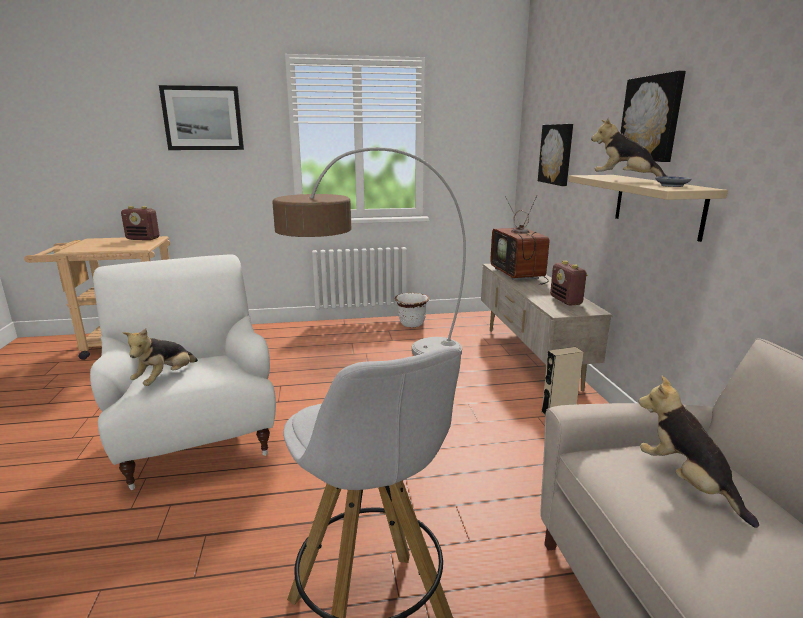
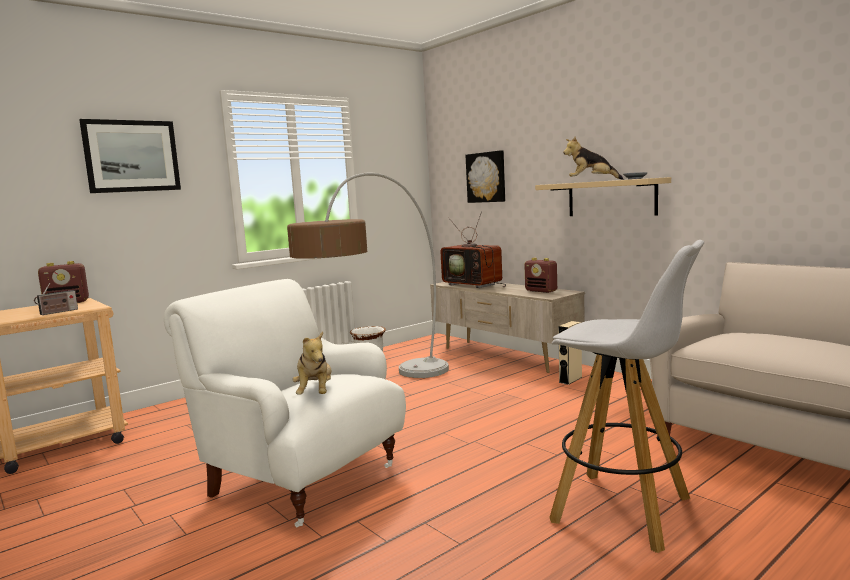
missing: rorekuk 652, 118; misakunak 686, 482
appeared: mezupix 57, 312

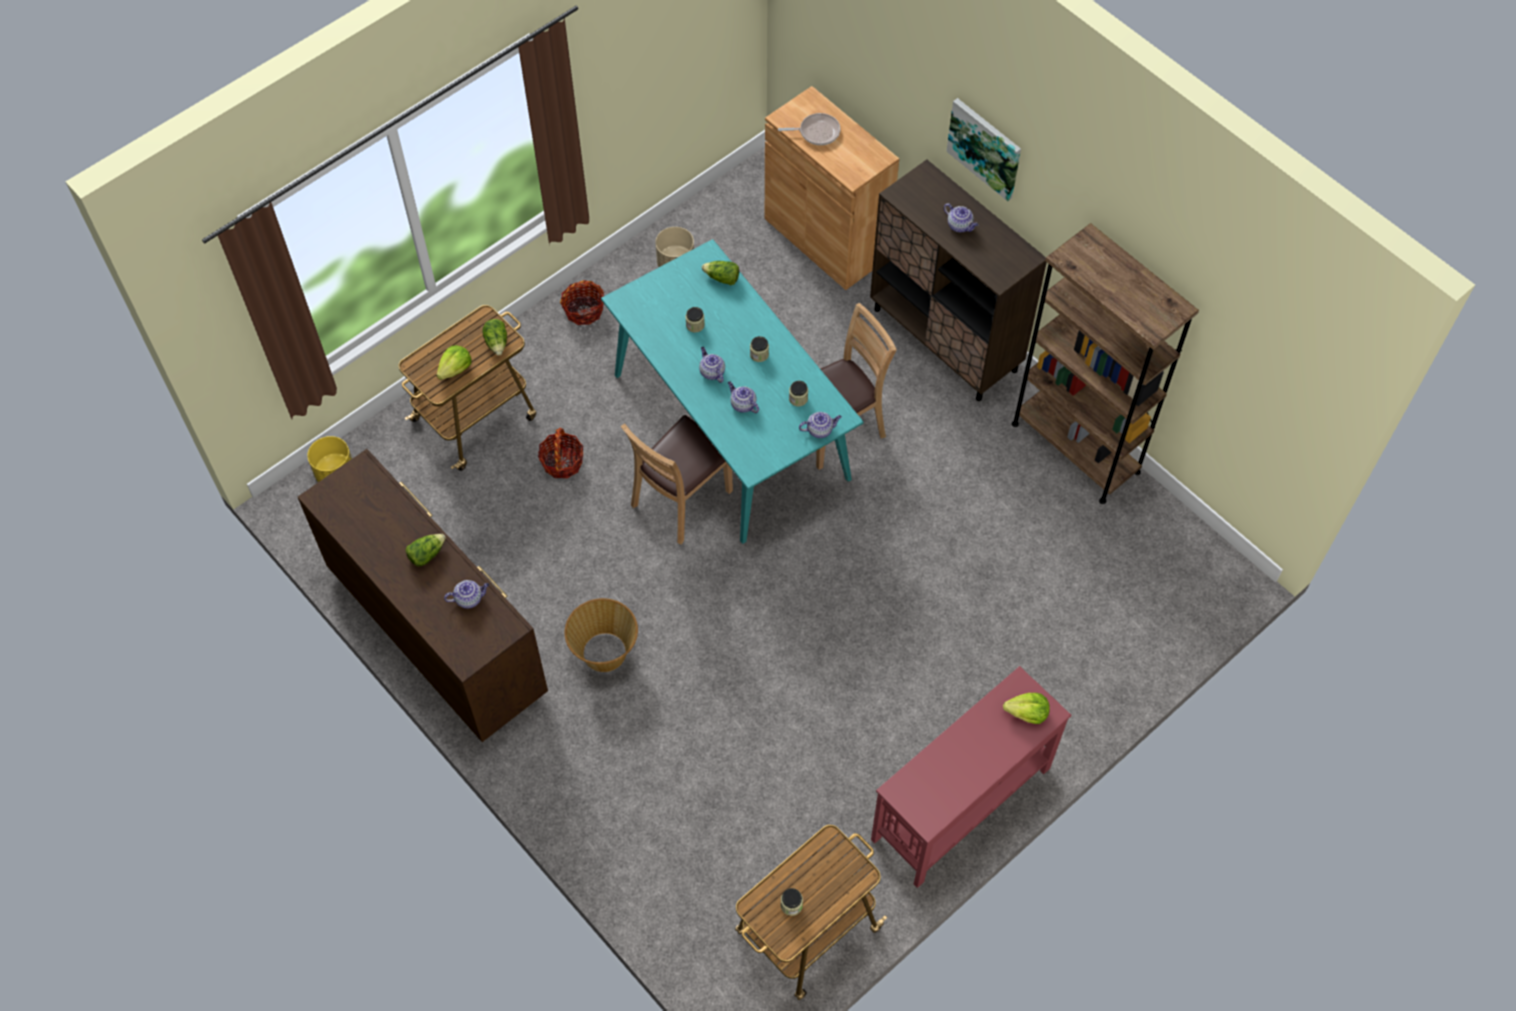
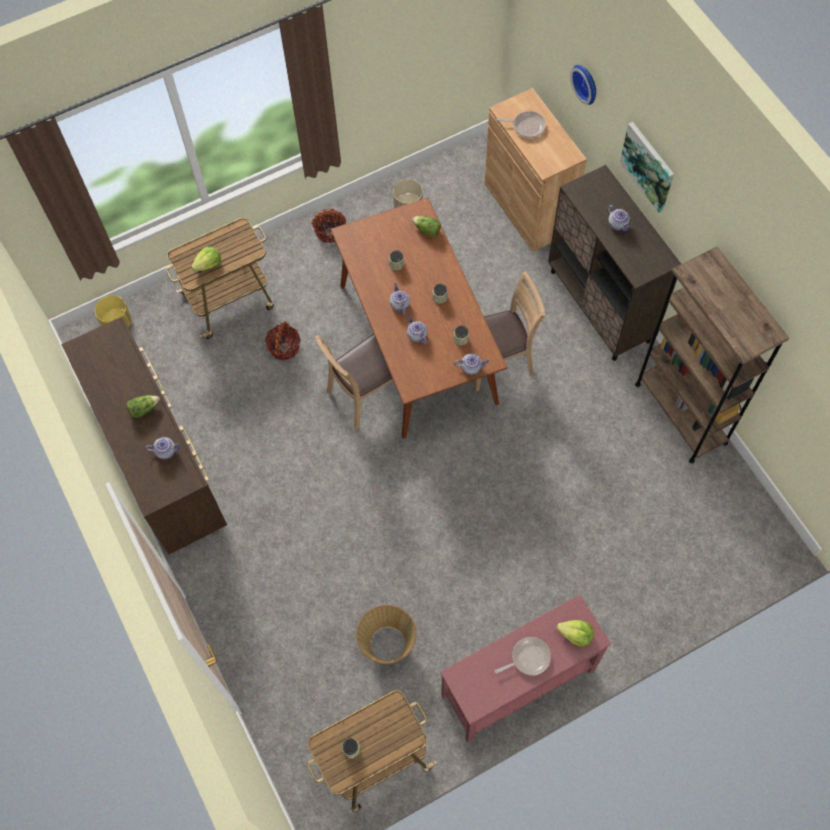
missing: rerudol 497, 343
appeared: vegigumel 528, 658; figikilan 586, 83
relocated: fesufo 604, 653 to 387, 644
colour: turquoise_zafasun 730, 426 to brown_zafasun 417, 343

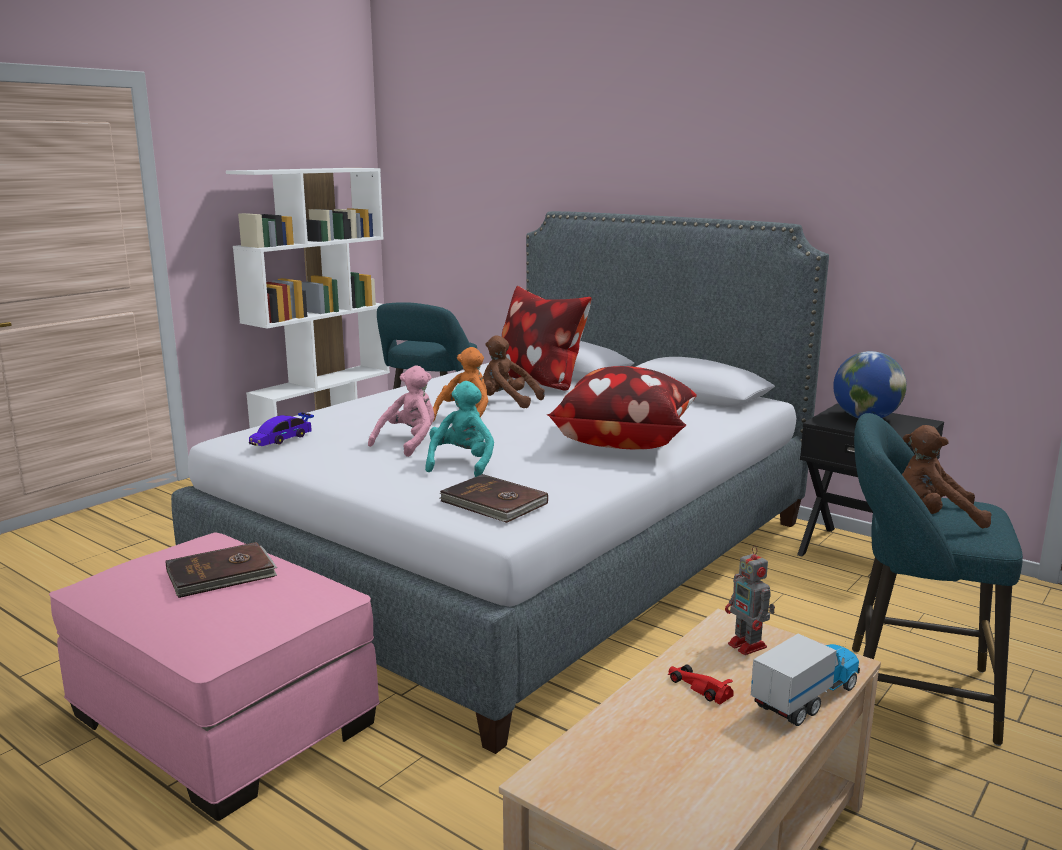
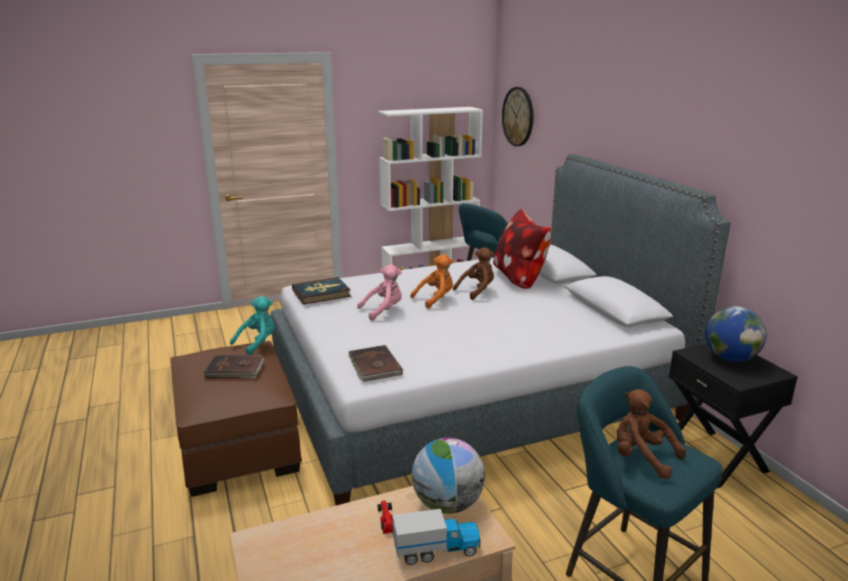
missing: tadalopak 622, 442
appeared: figikilan 518, 116
relocated: turquoise_misakunak 462, 464 to 258, 343
exchanged: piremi 282, 439 to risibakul 321, 293; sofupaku 748, 646 to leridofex 447, 504
colour: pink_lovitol 225, 720 to brown_lovitol 237, 444
spun: brown_misakunak 507, 402 = 477, 291 90 degrees clockwise

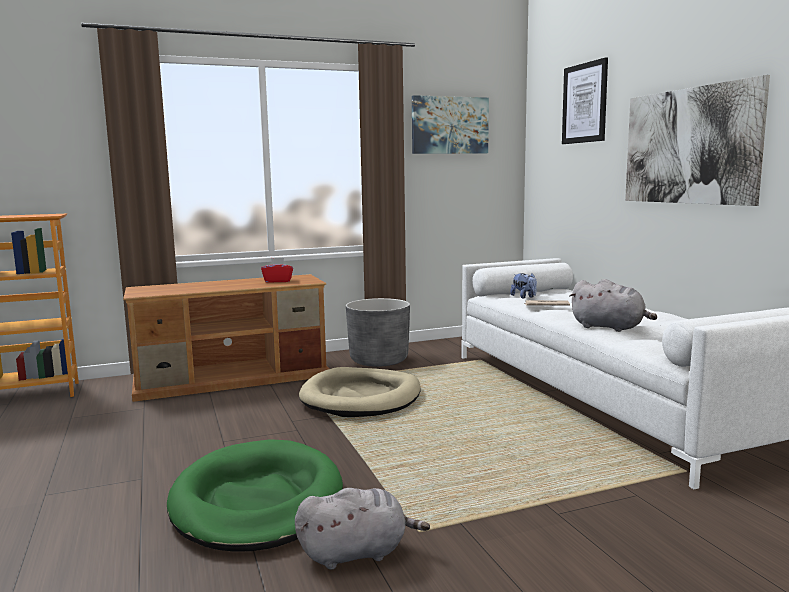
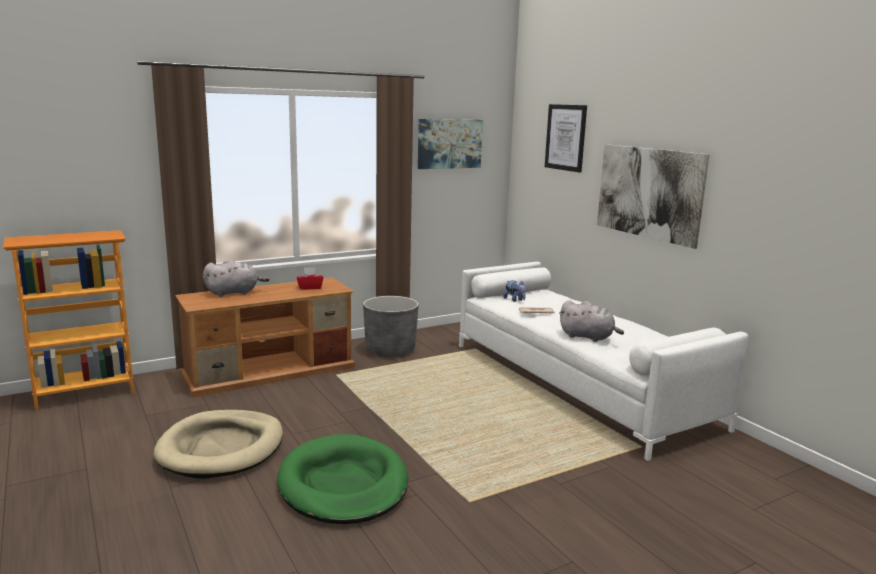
relocated: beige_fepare 361, 397 to 222, 448; grey_misakunak 357, 553 to 234, 293

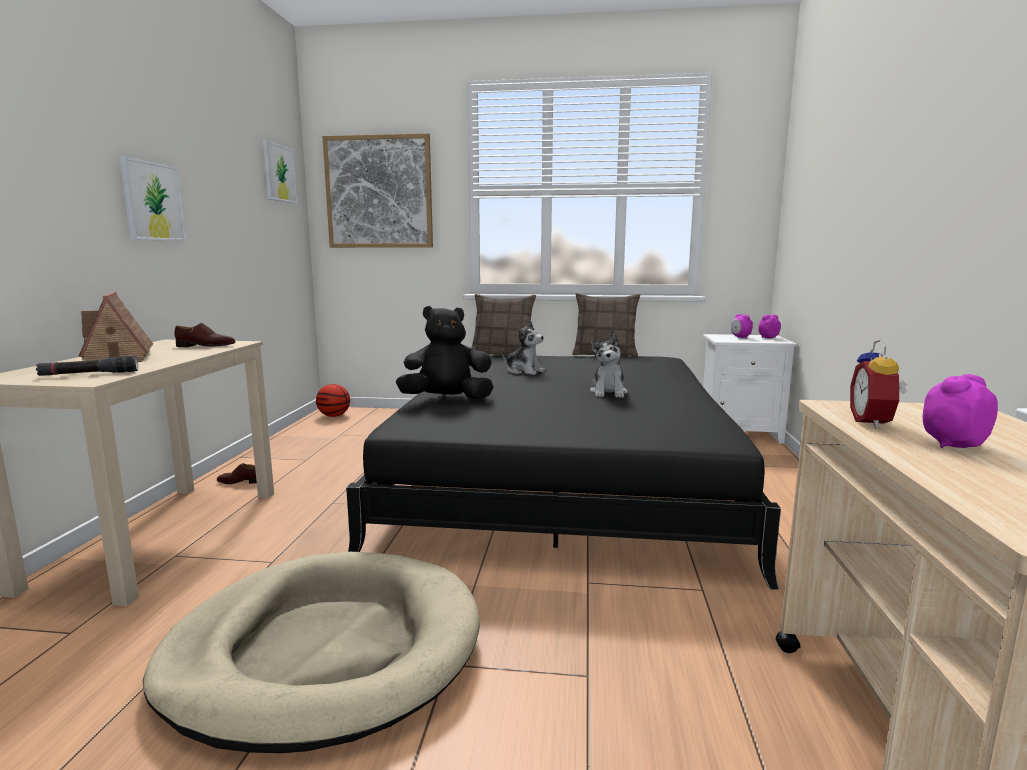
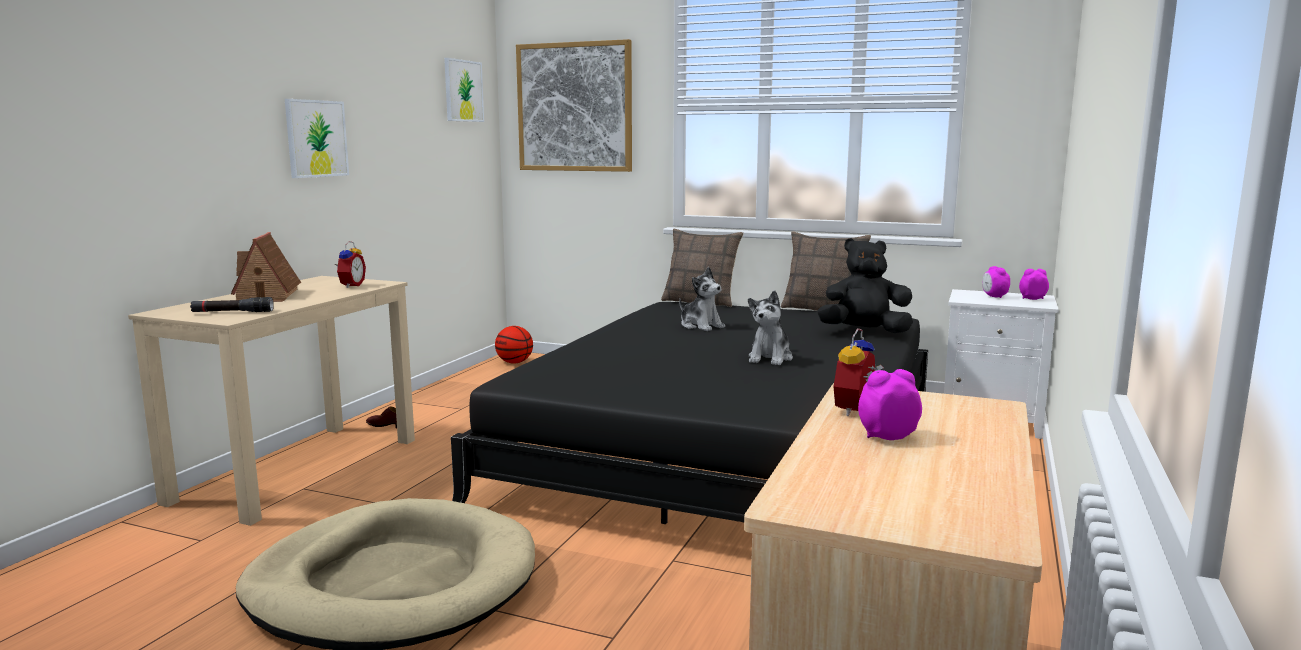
relocated: black_misakunak 447, 399 to 864, 332
exchanged: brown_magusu 206, 346 to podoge 350, 286

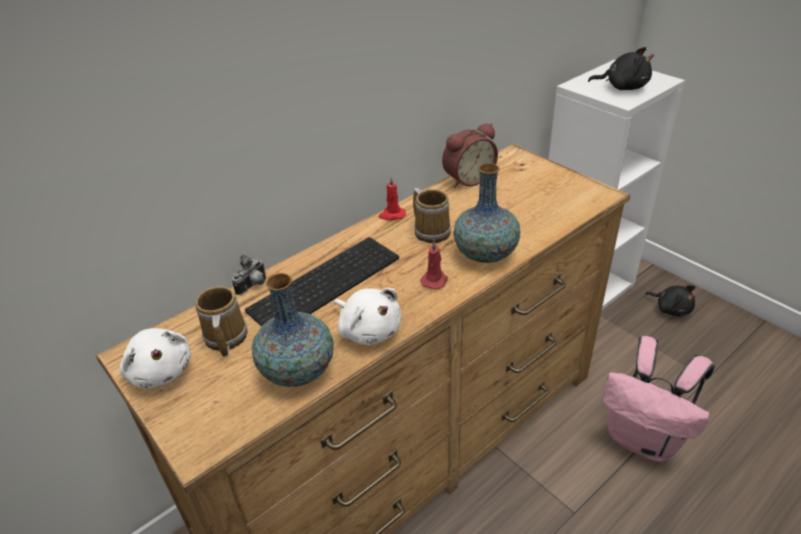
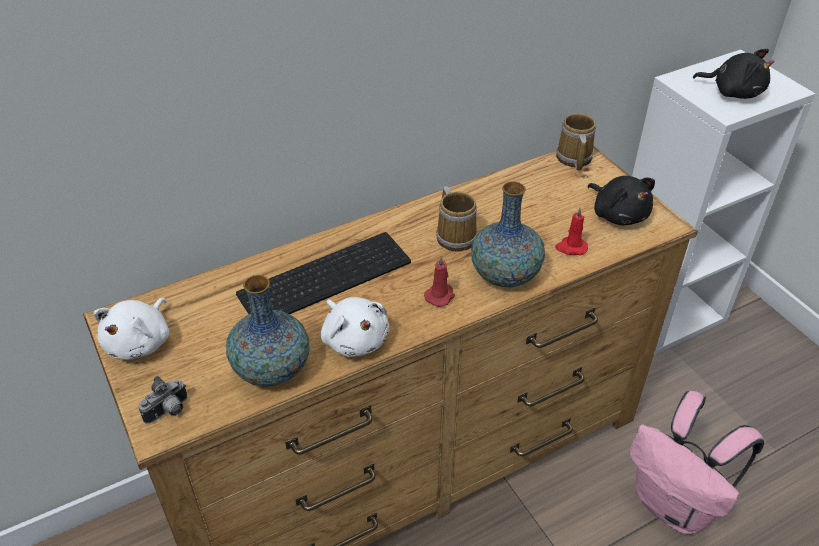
missing: podoge 467, 179
relocated: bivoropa 254, 285 to 169, 412; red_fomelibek 392, 215 to 571, 247; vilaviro 224, 338 to 573, 158; black_misakunak 671, 308 to 618, 214
spun: white_misakunak 161, 370 = 140, 342 45 degrees clockwise

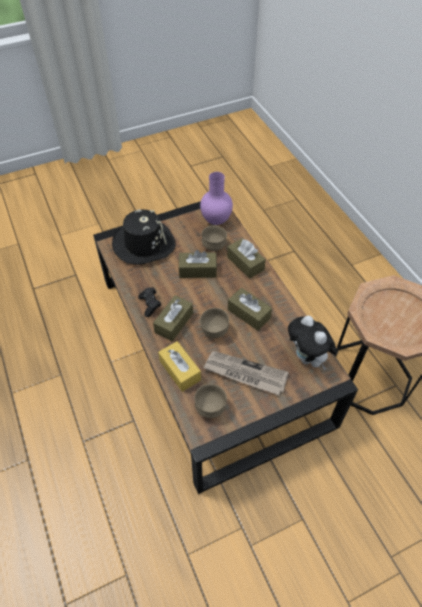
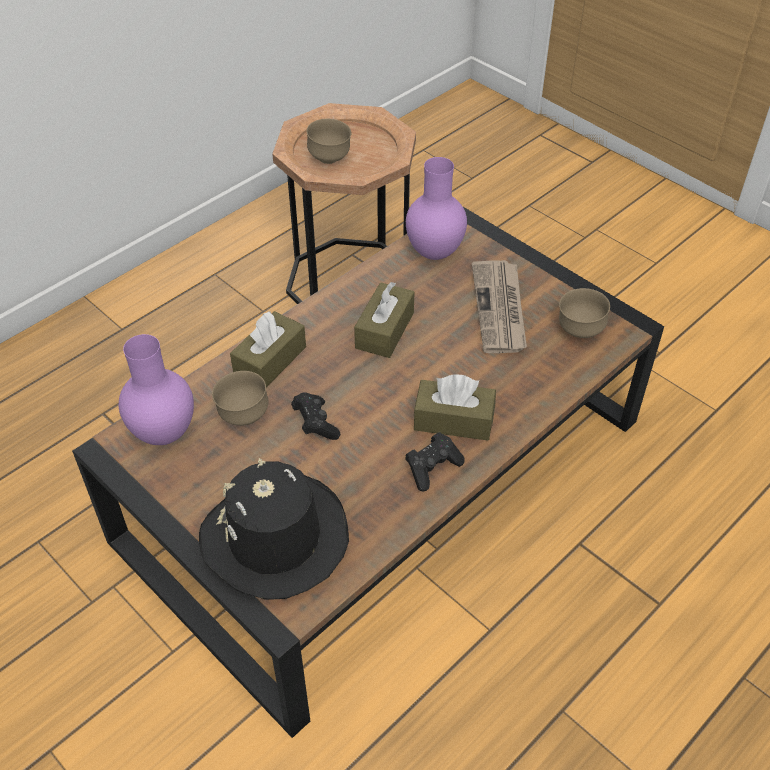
missing: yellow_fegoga 180, 370
relocated: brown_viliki 214, 332 to 330, 159
exchanged: brown_fegoga 197, 270 to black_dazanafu 315, 423; misakunak 307, 358 to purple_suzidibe 434, 252

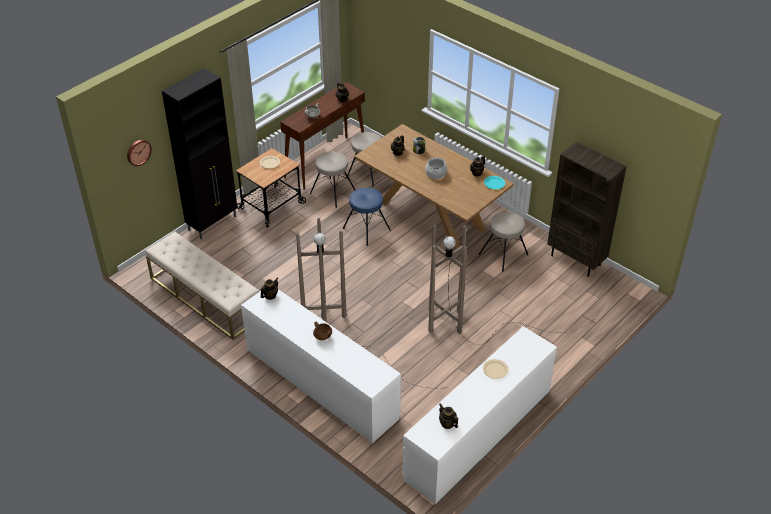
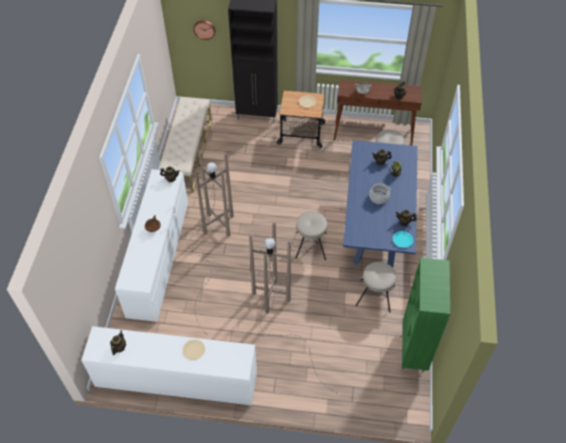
missing: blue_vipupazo 366, 229
relocated: beige_vipupazo 332, 192 to 310, 245
colour: brown_zafasun 431, 215 to blue_zafasun 377, 226; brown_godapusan 576, 260 to green_godapusan 414, 350

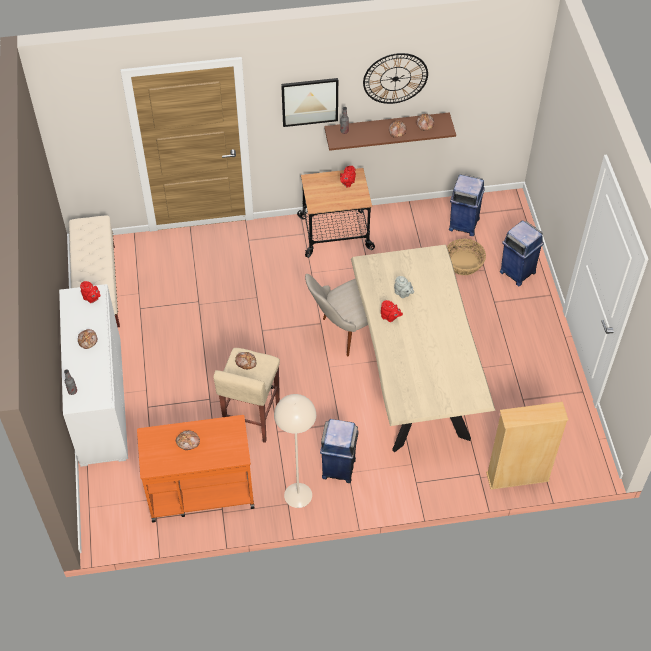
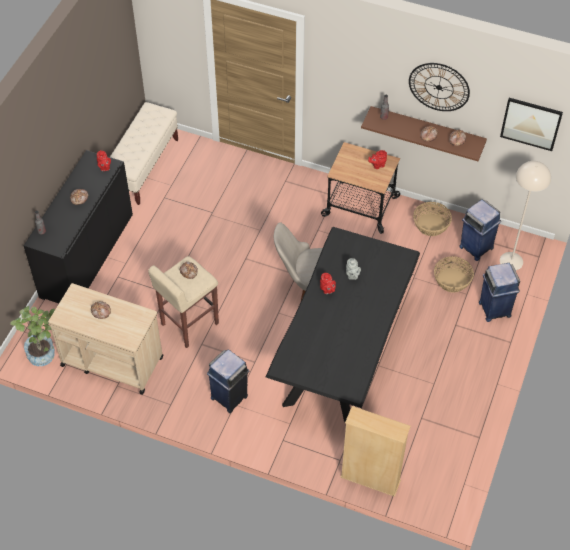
appeared: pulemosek 43, 351; fesufo 431, 225
relocated: rorekuk 310, 101 to 531, 123; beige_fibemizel 297, 495 to 511, 261
colour: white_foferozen 101, 401 to black_foferozen 87, 255; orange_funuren 200, 491 to beige_funuren 111, 361; beige_zafasun 415, 377 to black_zafasun 342, 355

